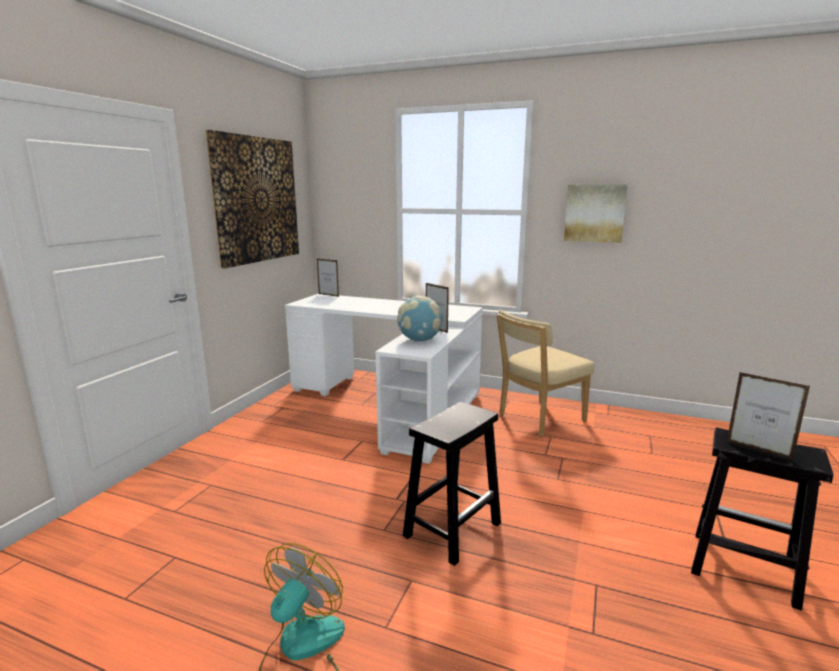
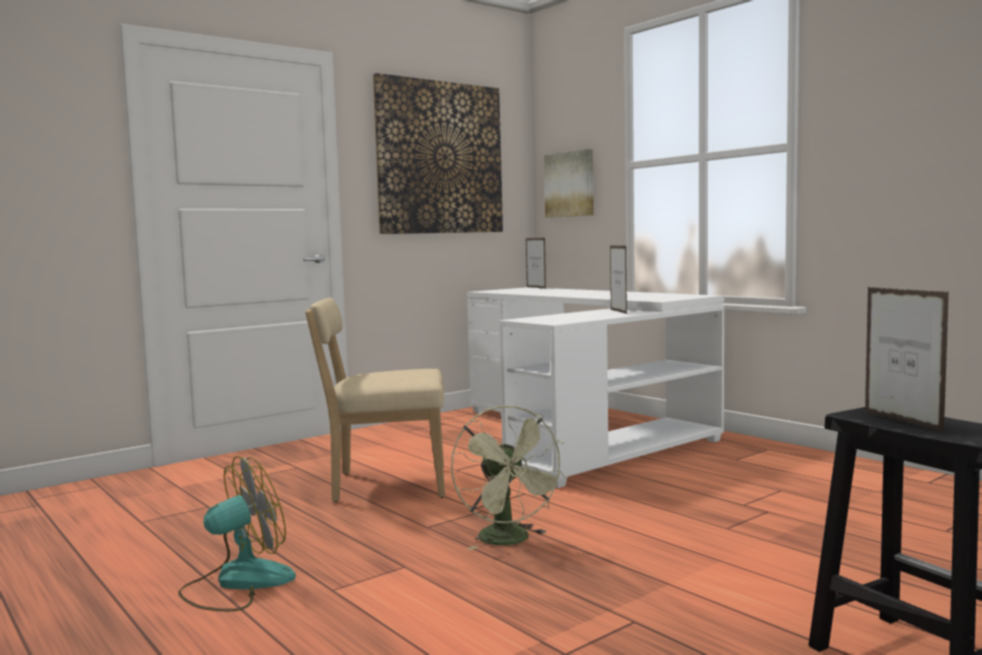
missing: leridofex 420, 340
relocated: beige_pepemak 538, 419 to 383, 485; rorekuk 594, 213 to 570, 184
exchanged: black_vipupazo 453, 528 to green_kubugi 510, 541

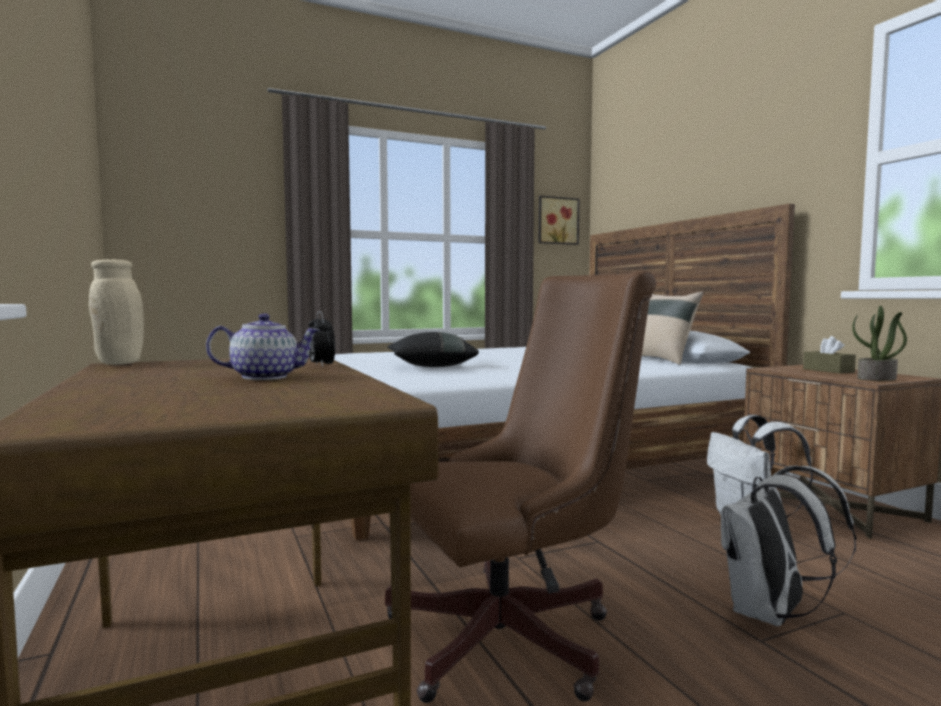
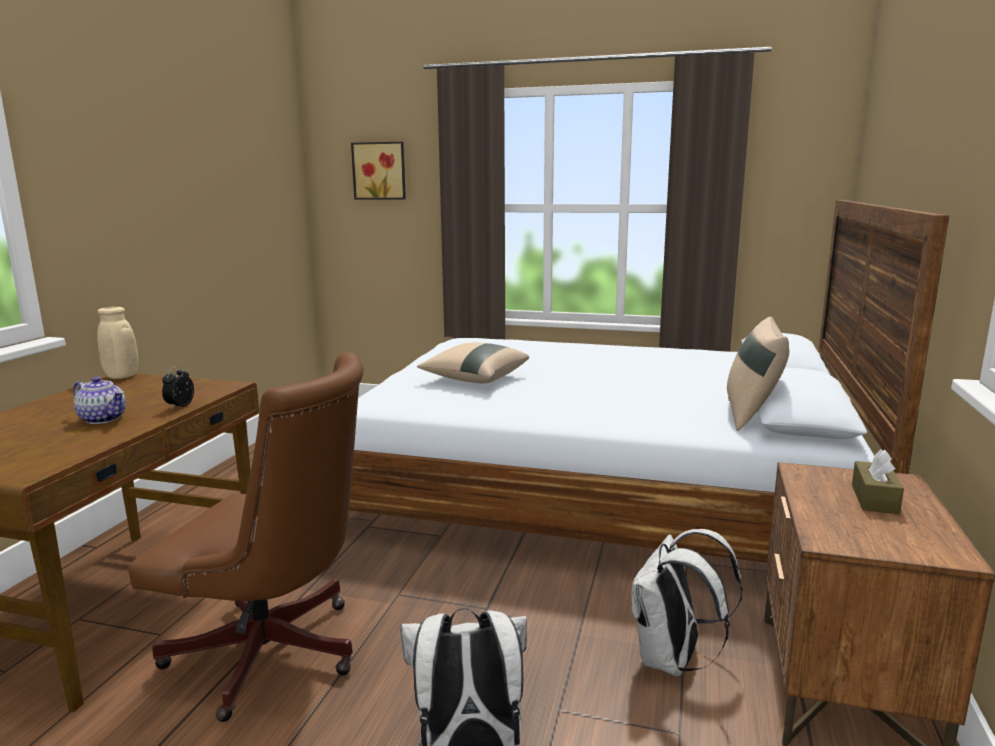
missing: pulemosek 877, 379
relocated: rorekuk 557, 221 to 380, 171
colour: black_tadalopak 430, 366 to beige_tadalopak 474, 379

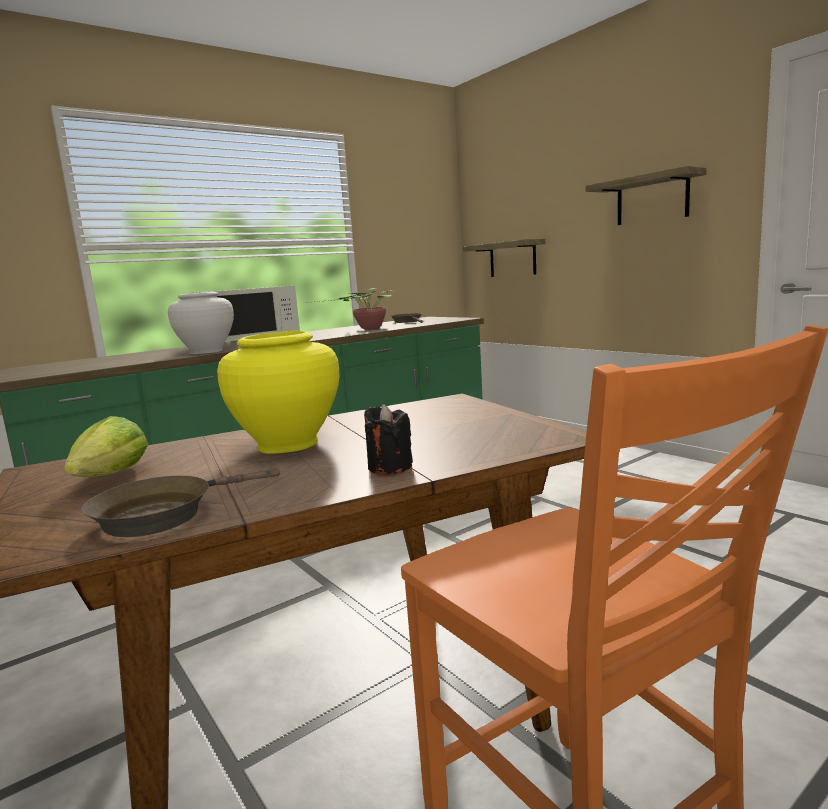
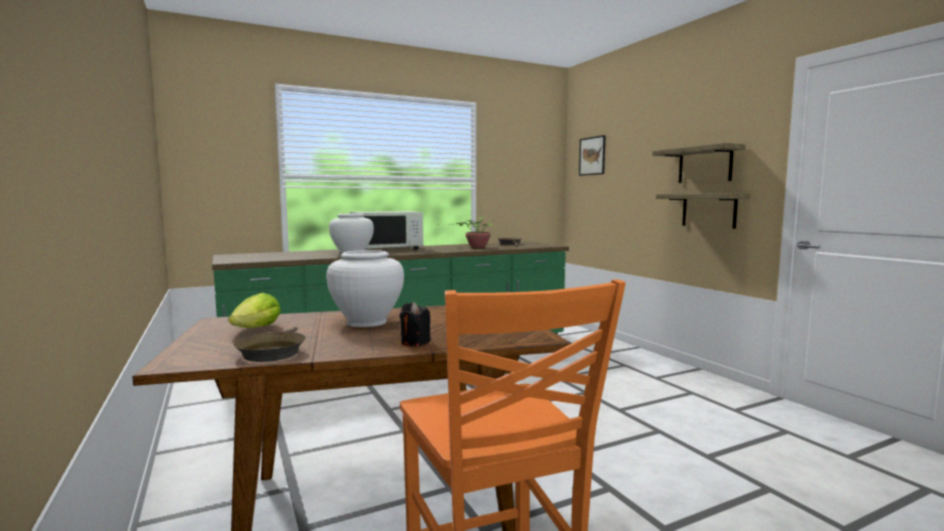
appeared: rorekuk 592, 156
relocated: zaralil 512, 259 to 709, 210
colour: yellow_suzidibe 287, 444 to white_suzidibe 367, 322
spun: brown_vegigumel 163, 514 = 272, 352 60 degrees counterclockwise

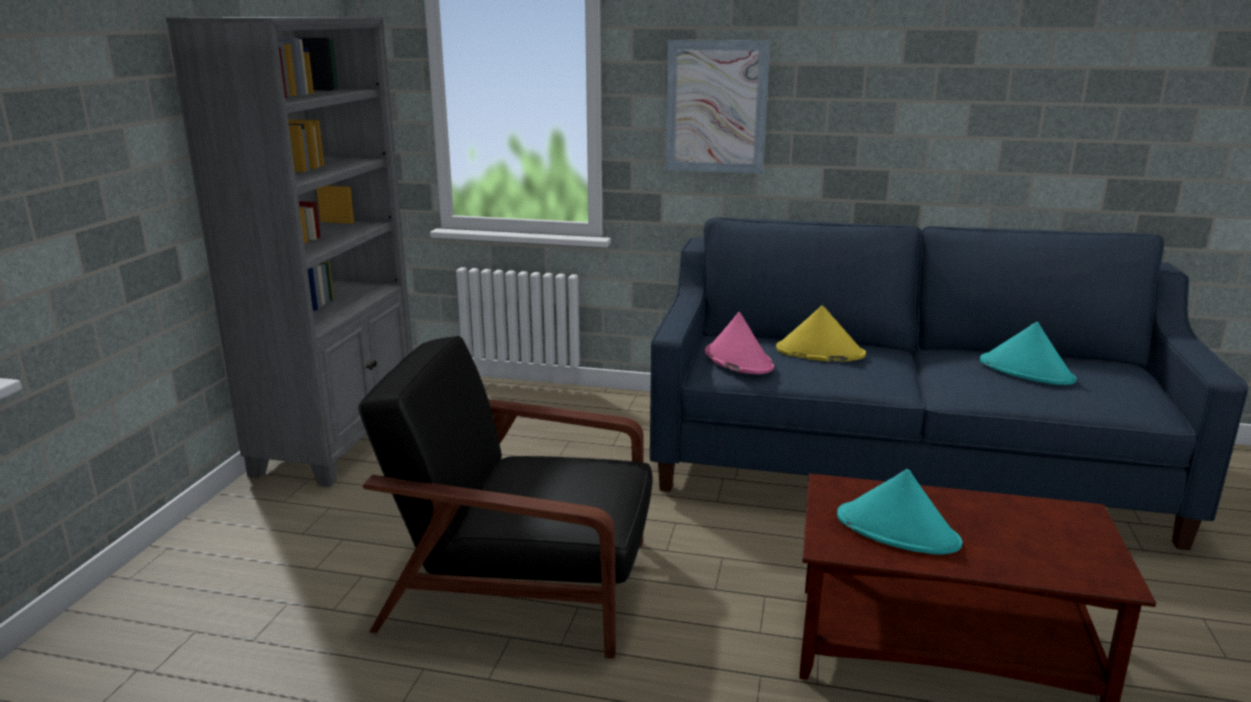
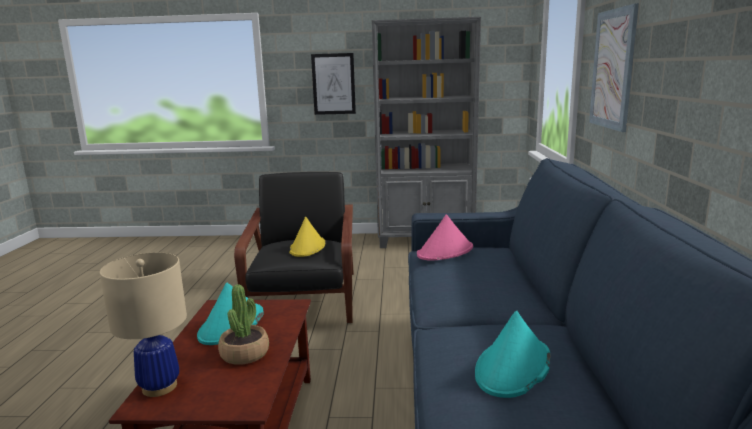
appeared: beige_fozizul 160, 387; pulemosek 245, 354; rorekuk 333, 84
relocated: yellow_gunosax 819, 352 to 307, 247

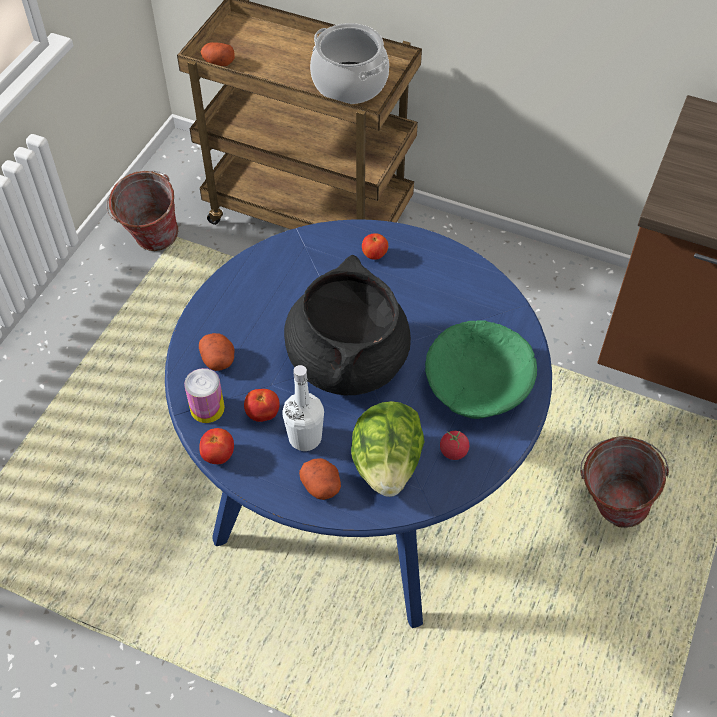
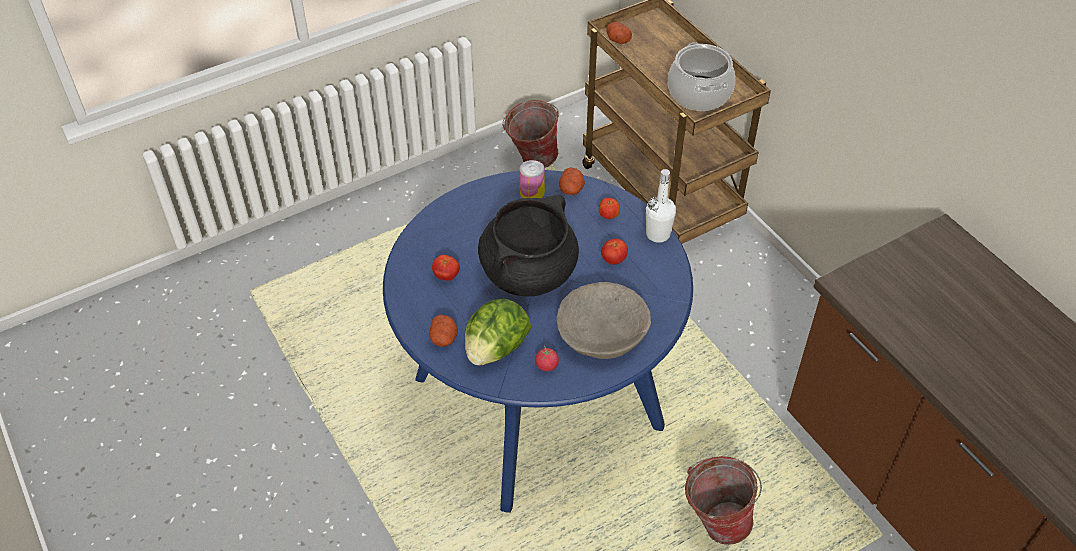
relocated: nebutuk 207, 408 to 532, 192; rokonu 219, 360 to 571, 189; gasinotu 218, 455 to 613, 260; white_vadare 305, 438 to 658, 234
colour: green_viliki 478, 384 to beige_viliki 603, 334

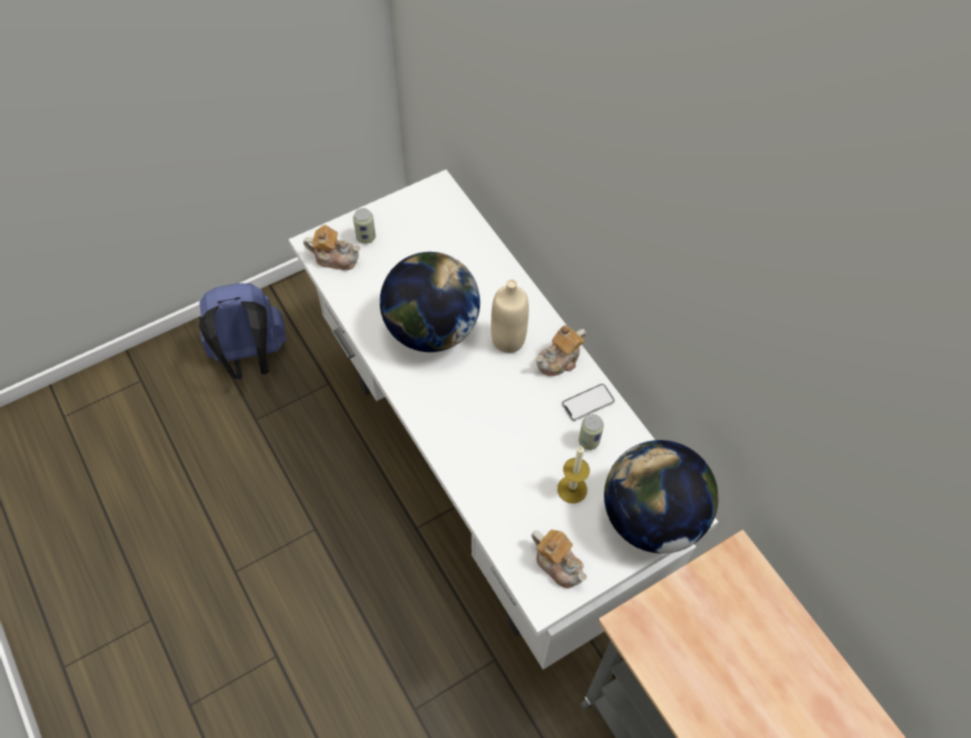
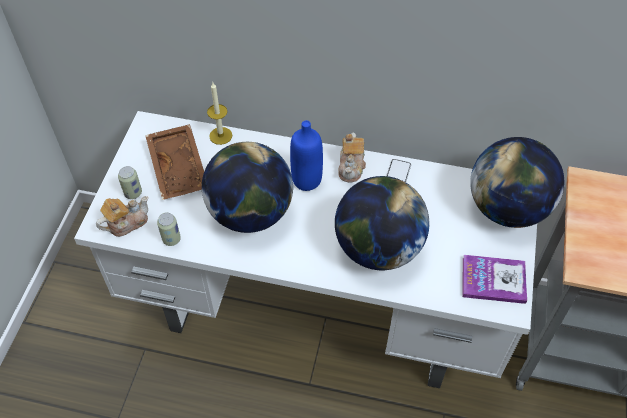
missing: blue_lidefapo 250, 358
appeared: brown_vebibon 180, 168; leridofex 378, 248
relocated: nebutuk 589, 441 to 171, 239; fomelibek 572, 489 to 220, 136
exchanged: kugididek 558, 564 to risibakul 493, 280
colour: beige_vadare 508, 340 to blue_vadare 306, 180

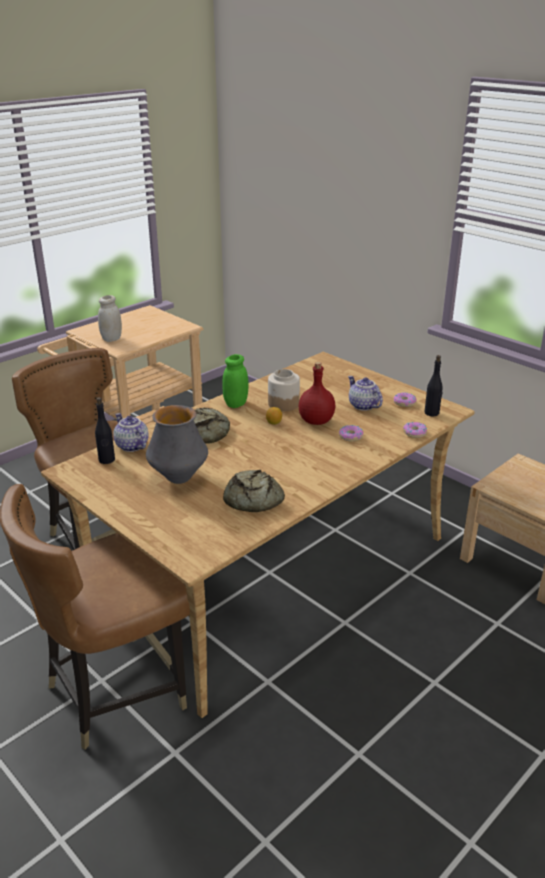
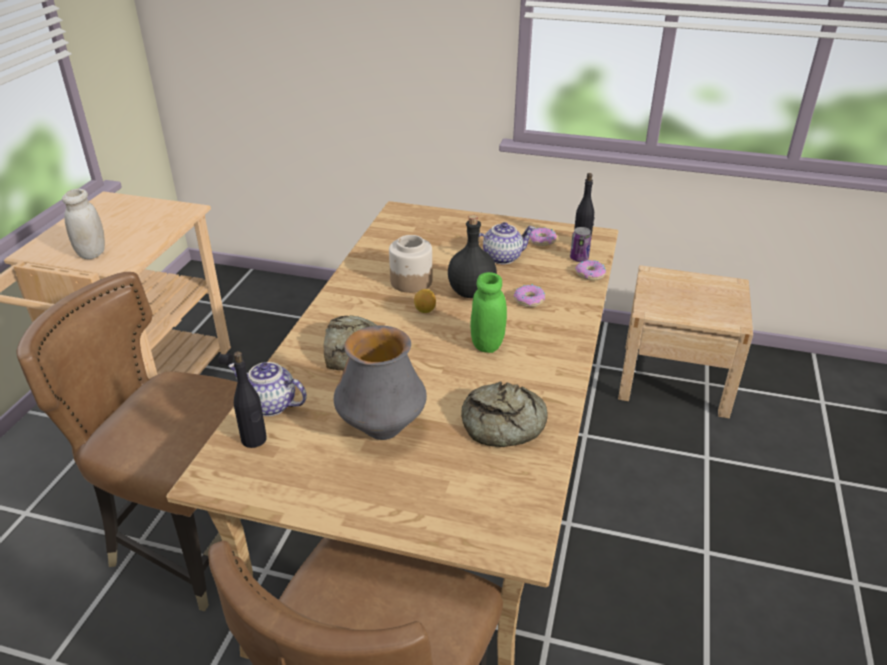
appeared: nebutuk 579, 258
relocated: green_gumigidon 236, 404 to 487, 344
colour: red_vadare 315, 421 to black_vadare 470, 292
spun: kugididek 362, 406 = 502, 257 135 degrees clockwise

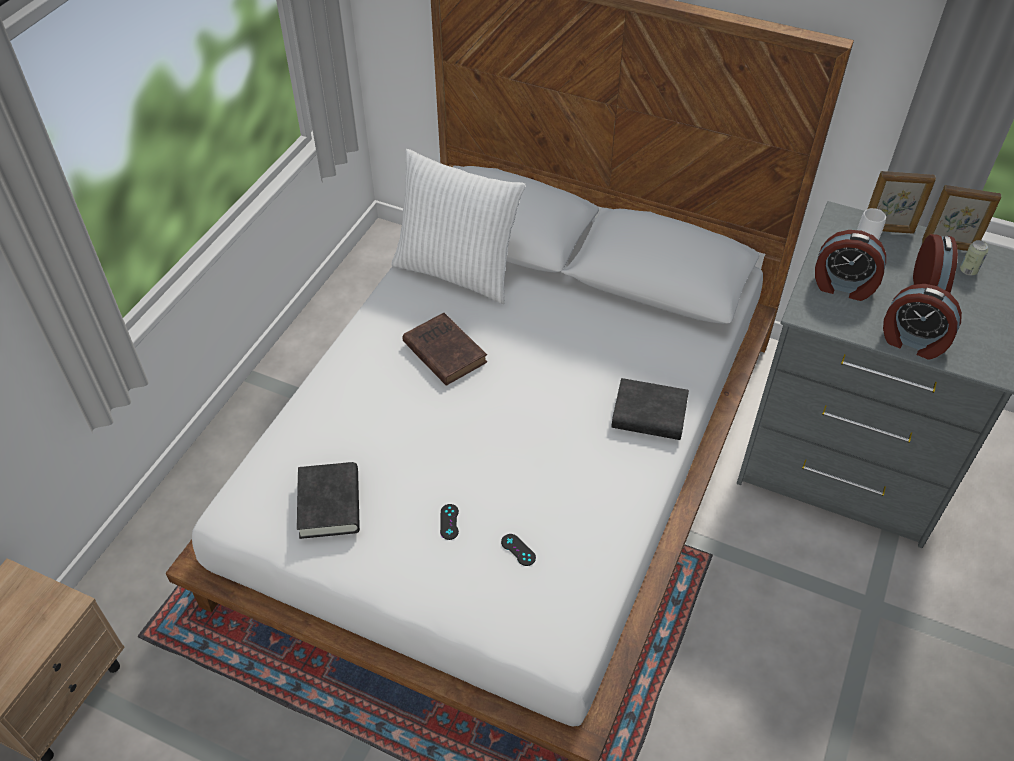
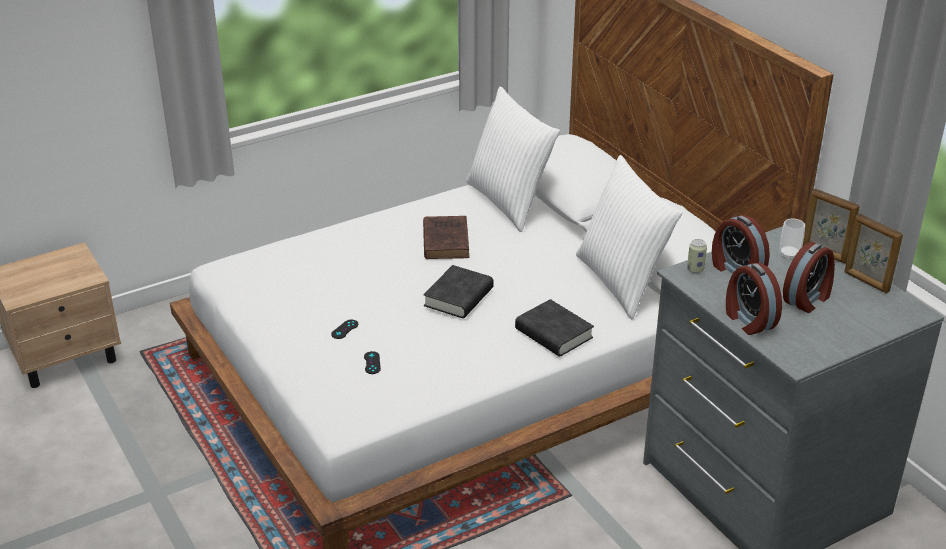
appeared: white_tadalopak 622, 282
relocated: black_risibakul 329, 504 to 458, 297; nebutuk 968, 270 to 695, 269

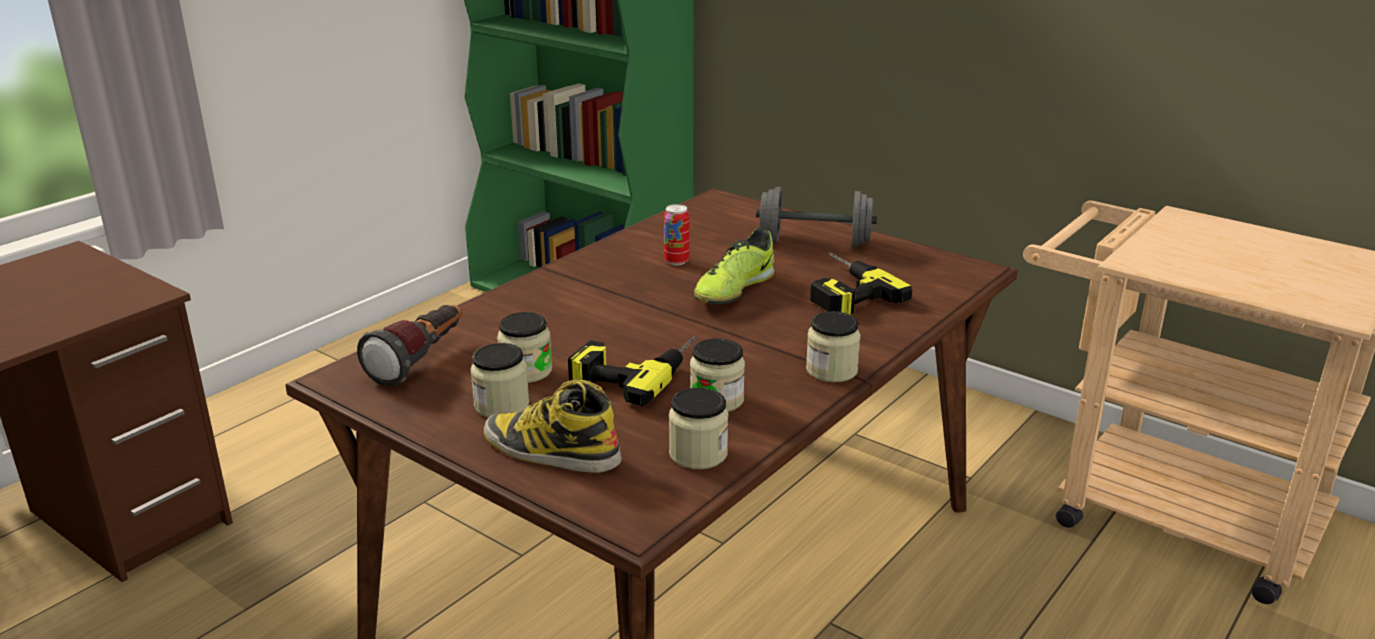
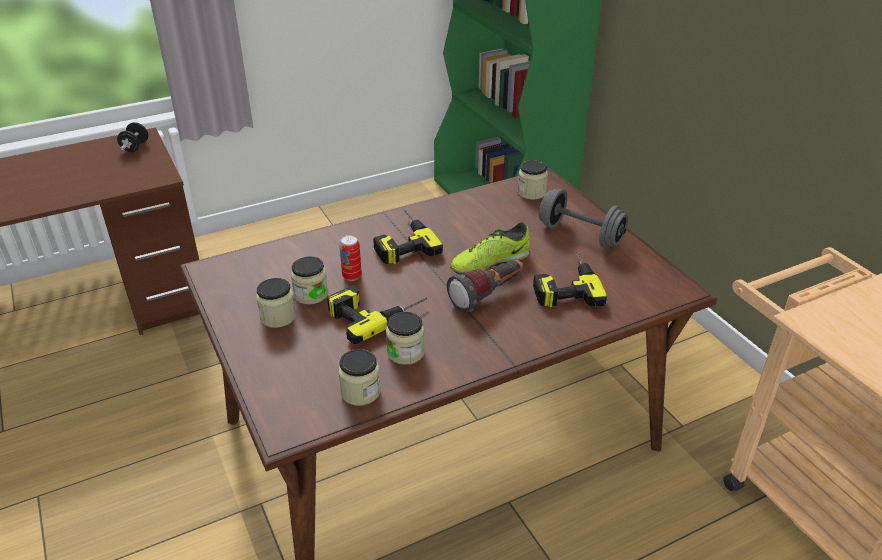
missing: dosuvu 550, 451
appeared: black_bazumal 135, 147; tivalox 401, 241
relocated: nebutuk 676, 261 to 352, 276; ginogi 421, 361 to 488, 295; gumigidon 831, 370 to 531, 192

